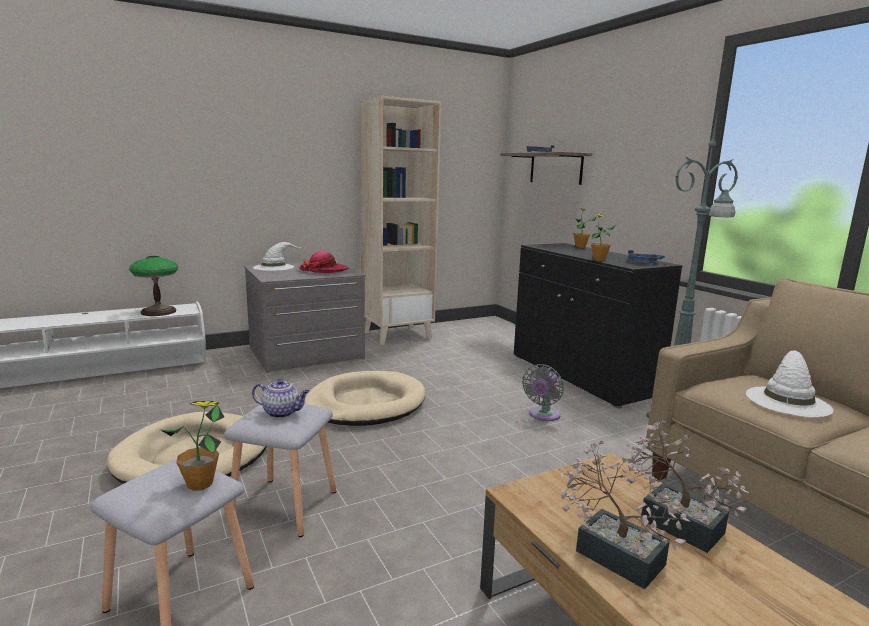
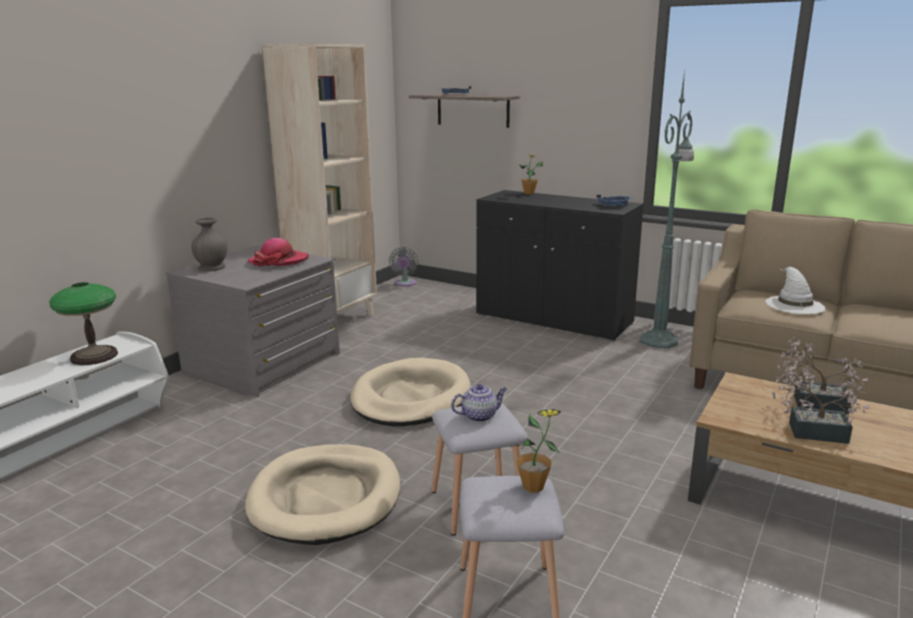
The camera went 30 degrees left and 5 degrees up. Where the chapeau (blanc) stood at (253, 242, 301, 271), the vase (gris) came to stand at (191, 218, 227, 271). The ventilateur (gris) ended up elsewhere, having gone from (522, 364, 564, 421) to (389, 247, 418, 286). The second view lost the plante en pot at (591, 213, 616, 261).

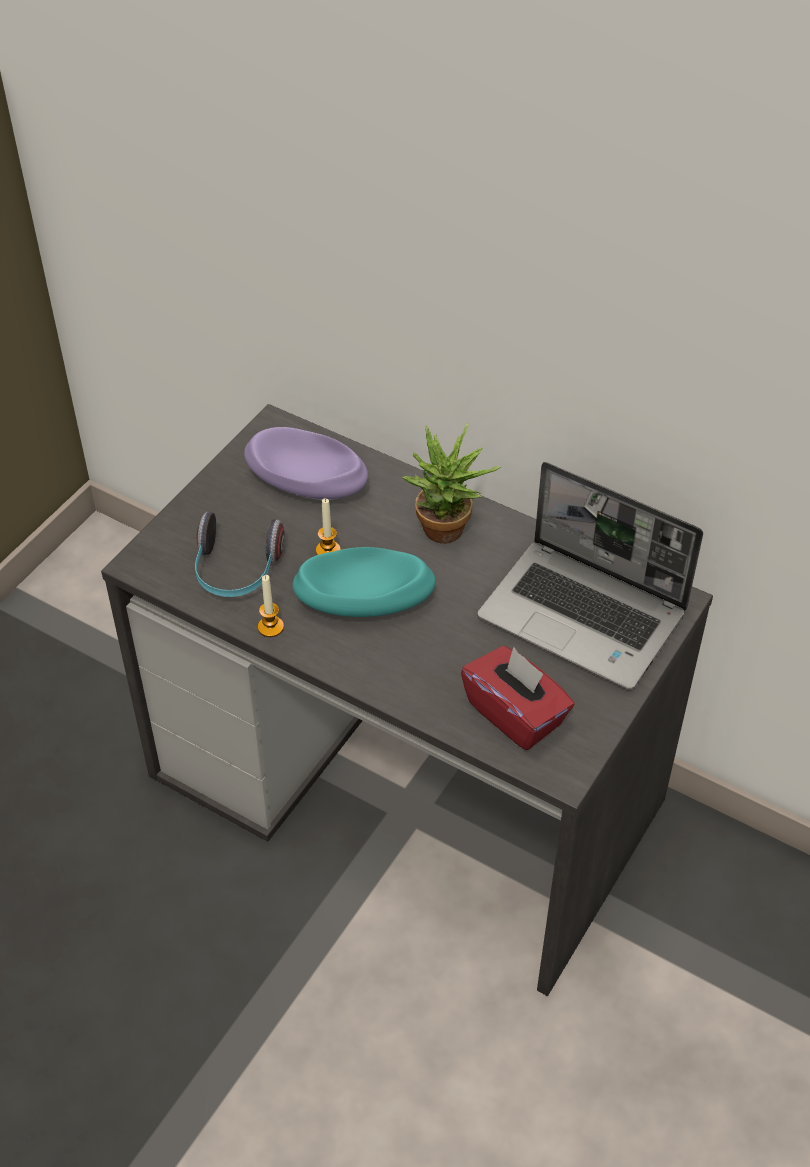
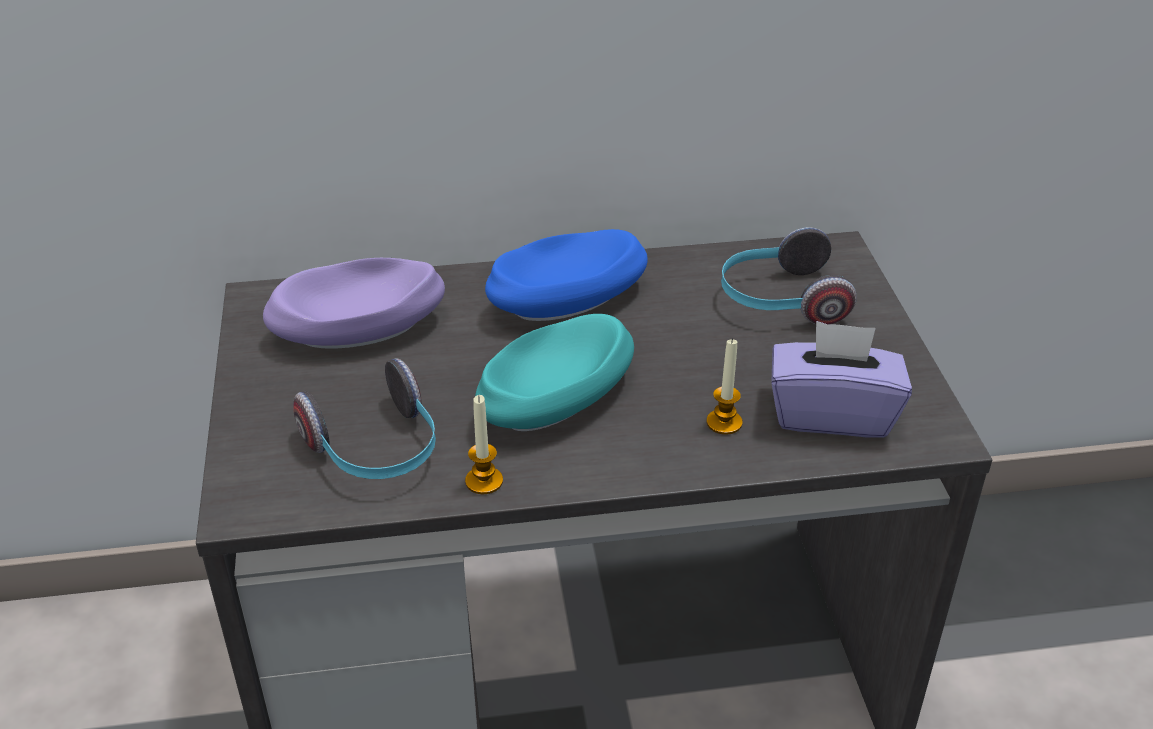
The camera went 40 degrees left and 10 degrees down. Where the plante en pot stood at (402, 423, 501, 544), the bol (bleu) came to stand at (485, 229, 648, 321). The bougie ended up elsewhere, having gone from (316, 499, 341, 555) to (707, 338, 742, 435). Where the ordinateur portable stood at (478, 462, 703, 689), the casque audio came to stand at (721, 227, 857, 325). What was the boîte à mouchoirs (rouge) at (461, 646, 574, 750) turned into the boîte à mouchoirs (violet) at (771, 321, 912, 438).

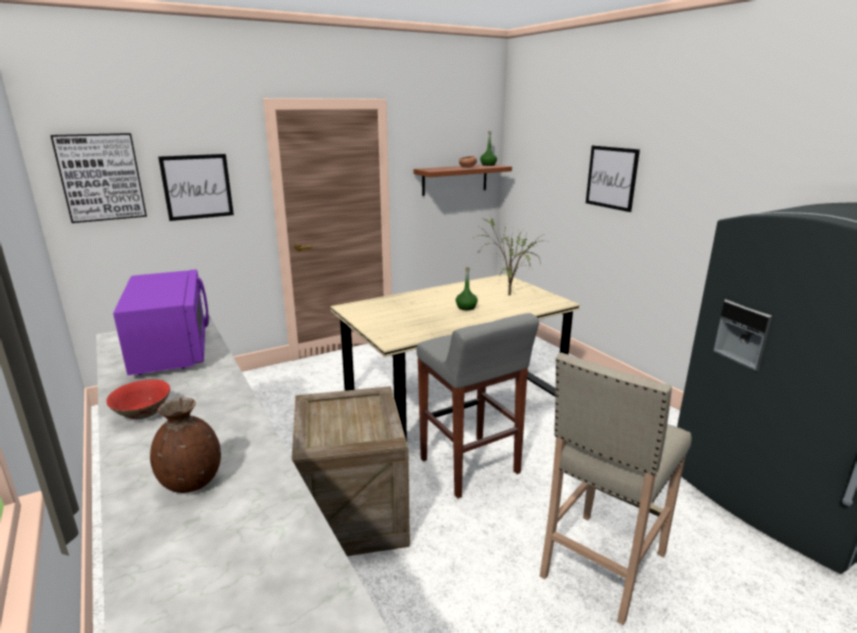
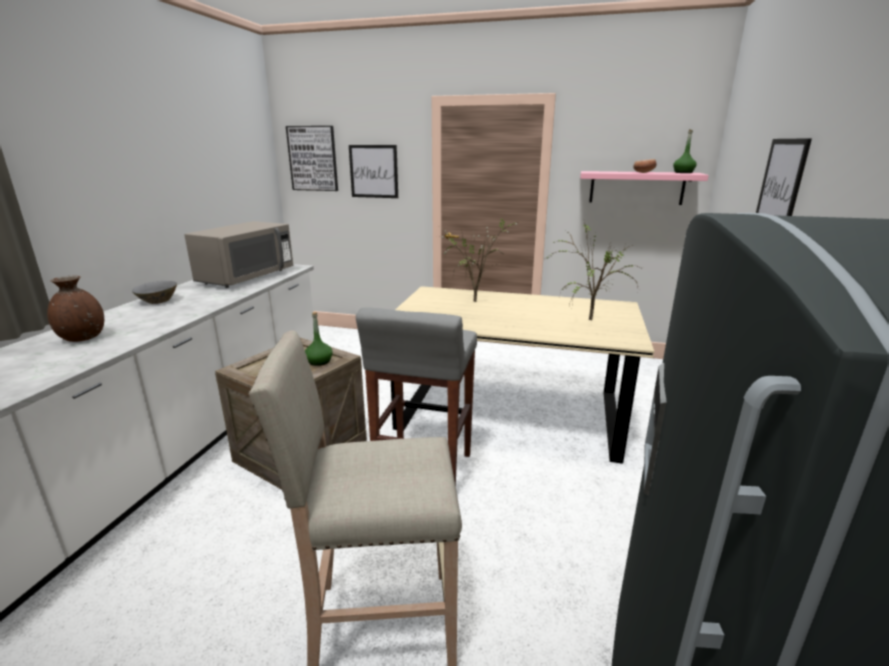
The camera went 45 degrees right and 0 degrees up. What was the bol (rouge) at (106, 379, 170, 419) turned into the bol (gris) at (132, 281, 177, 304). What was the micro-ondes (violet) at (113, 269, 209, 375) turned into the micro-ondes (gris) at (184, 221, 293, 288). The bouteille (vert) ended up elsewhere, having gone from (456, 267, 478, 310) to (305, 312, 333, 366). The second view gained the plante en pot at (439, 214, 518, 302). What was the étagère (marron) at (413, 164, 512, 196) turned into the étagère (rose) at (580, 171, 709, 205).

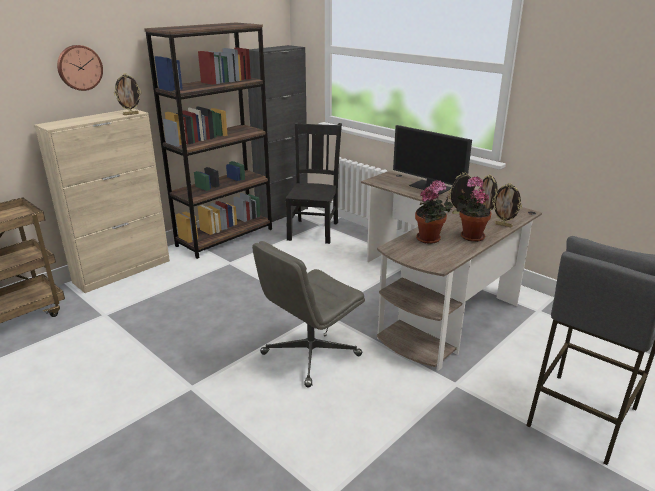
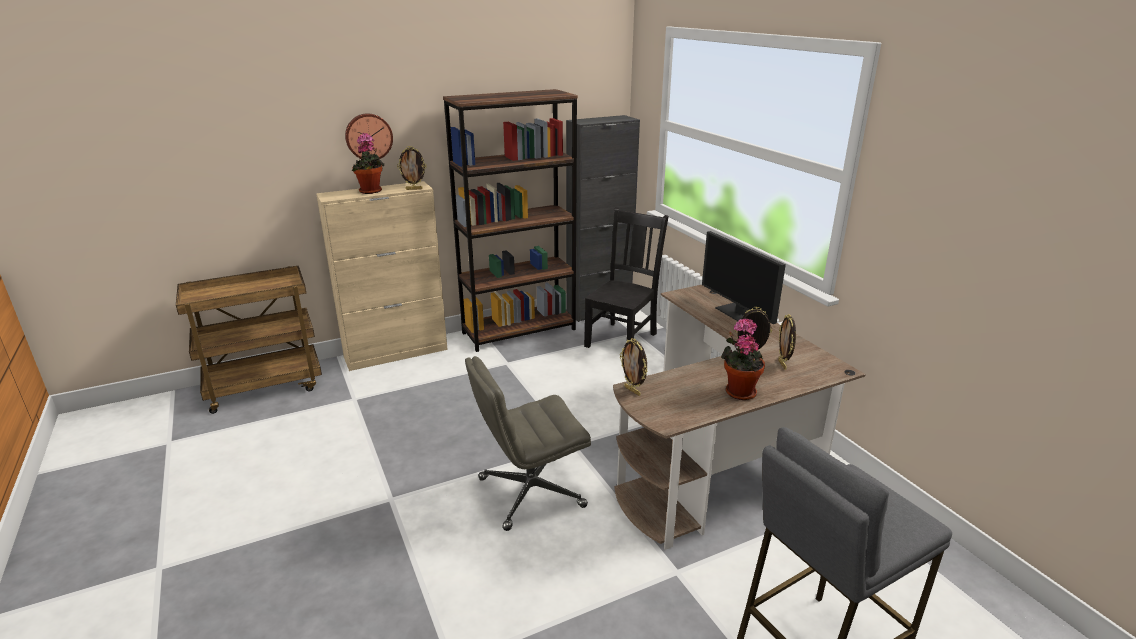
The camera went 20 degrees right and 0 degrees up. The plante en pot ended up elsewhere, having gone from (415, 180, 453, 244) to (352, 133, 384, 194). The cadre photo ended up elsewhere, having gone from (492, 183, 522, 227) to (620, 338, 647, 396).

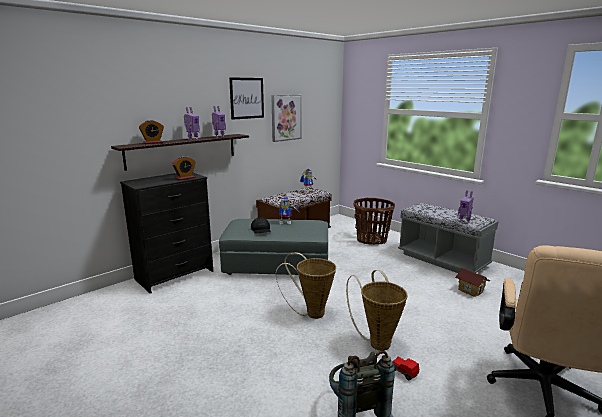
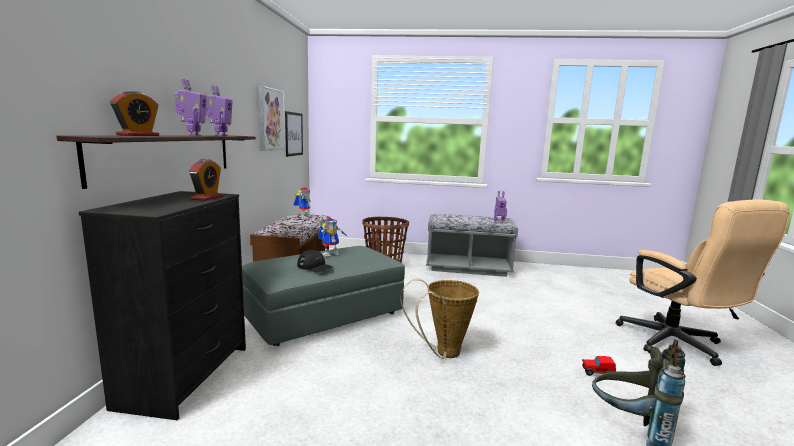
The camera went 40 degrees left and 5 degrees down. The tableau ended up elsewhere, having gone from (229, 77, 264, 120) to (285, 111, 303, 157). The second view lost the panier at (346, 270, 407, 351). The second view lost the maison miniature at (455, 268, 490, 297).

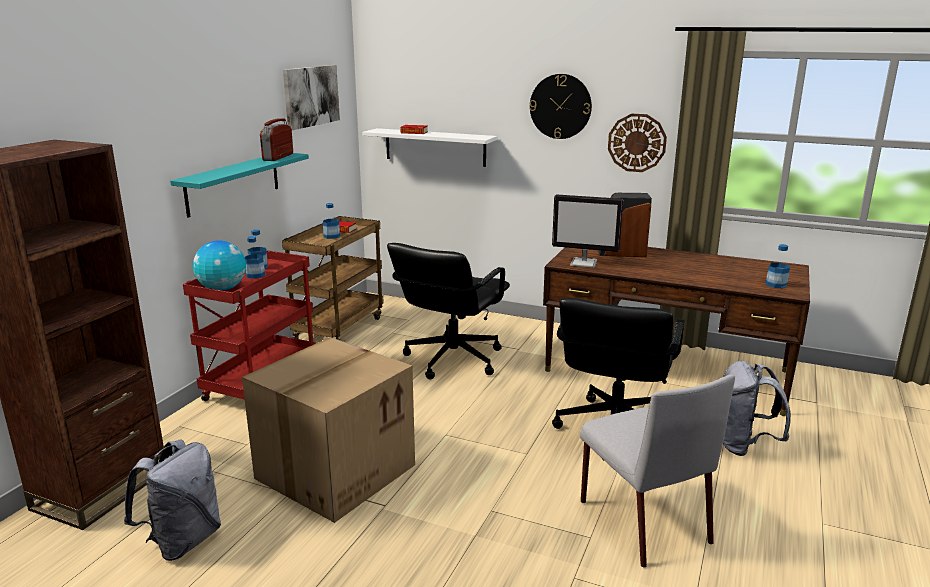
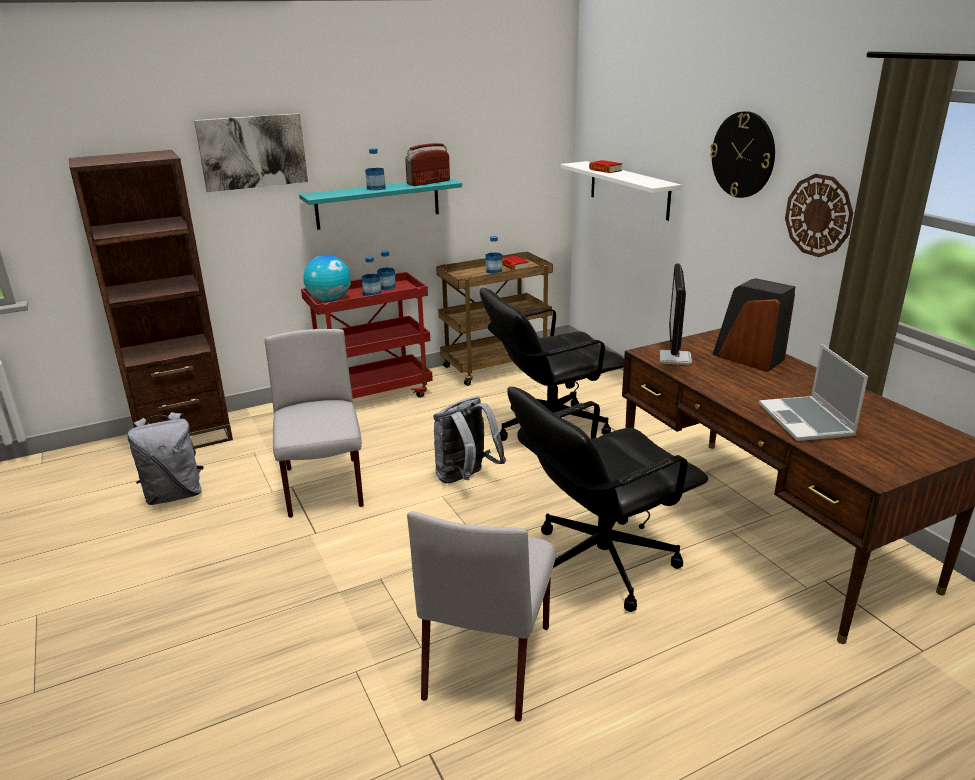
The camera went 40 degrees right and 5 degrees up. The tableau ended up elsewhere, having gone from (283, 65, 340, 130) to (194, 113, 308, 192). Where the carton stood at (242, 337, 415, 523), the chaise (gris) came to stand at (264, 329, 364, 518). The bouteille ended up elsewhere, having gone from (766, 244, 790, 288) to (365, 148, 386, 190). The sac à dos (gris) ended up elsewhere, having gone from (723, 361, 791, 456) to (433, 397, 506, 483). The écran d'ordinateur at (552, 194, 623, 268) ended up facing another way, 45 degrees clockwise from before. The second view gained the ordinateur portable at (759, 344, 868, 441).

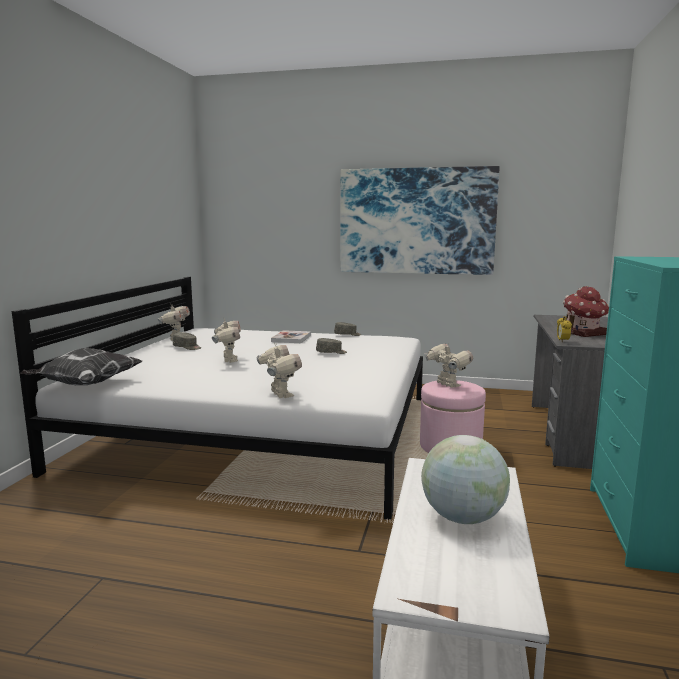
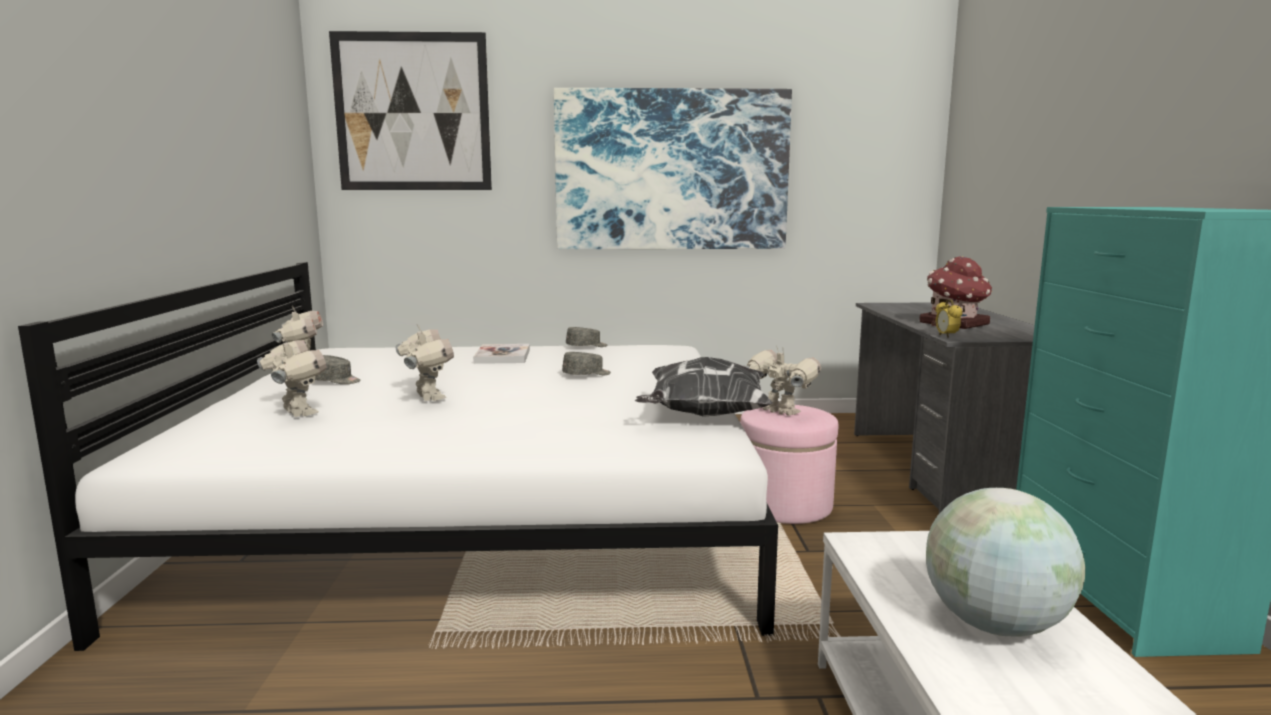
The camera went 15 degrees left and 0 degrees up. The robot jouet ended up elsewhere, having gone from (257, 343, 302, 398) to (257, 335, 327, 417). The second view gained the tableau at (329, 31, 492, 190). The coussin ended up elsewhere, having gone from (20, 348, 142, 385) to (635, 357, 773, 417).

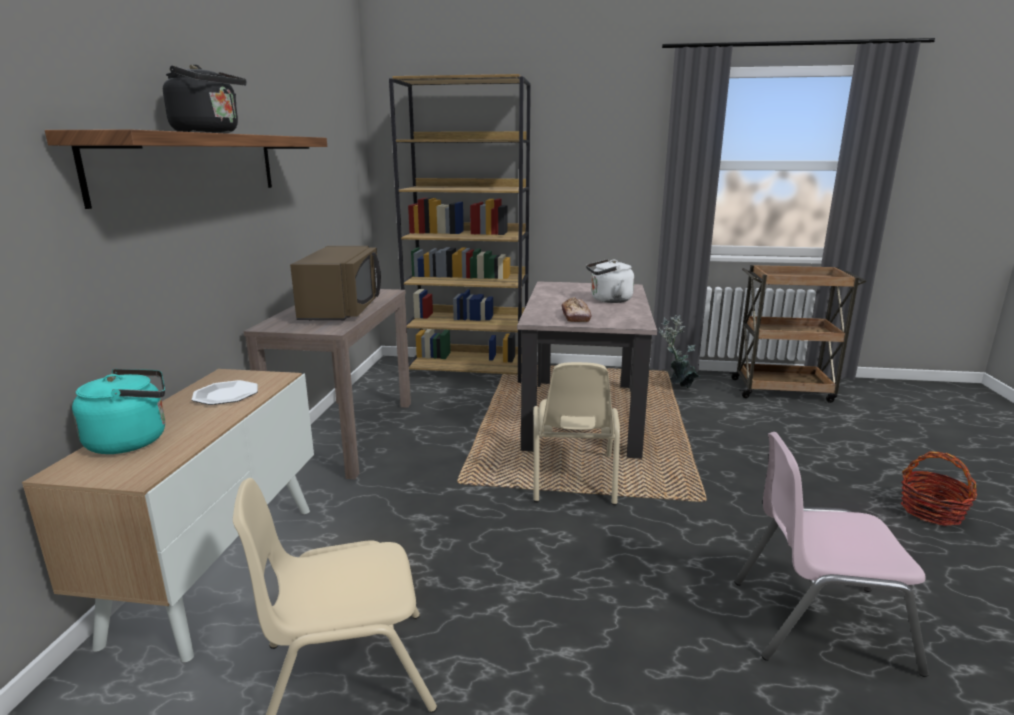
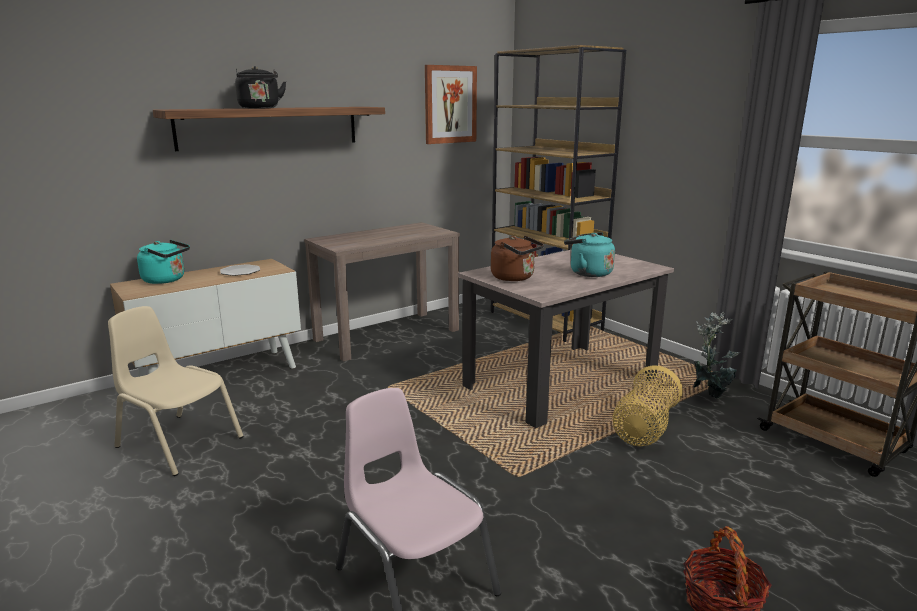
The camera went 45 degrees right and 0 degrees up. The second view gained the tableau at (425, 65, 477, 144). Where the pain stood at (561, 297, 592, 322), the bouilloire (marron) came to stand at (491, 236, 544, 281). What was the bouilloire (blanc) at (586, 259, 634, 303) turned into the bouilloire (turquoise) at (564, 232, 615, 277). The second view gained the panier at (613, 365, 683, 446). The second view lost the micro-ondes (marron) at (290, 246, 381, 321). The second view lost the chaise (beige) at (533, 362, 620, 505).

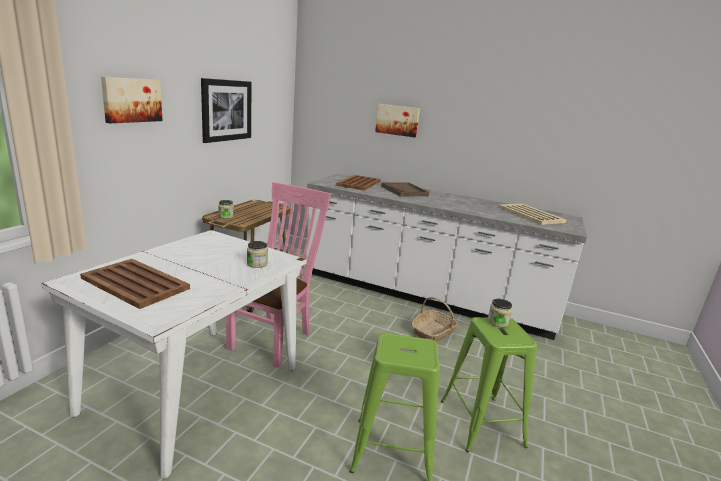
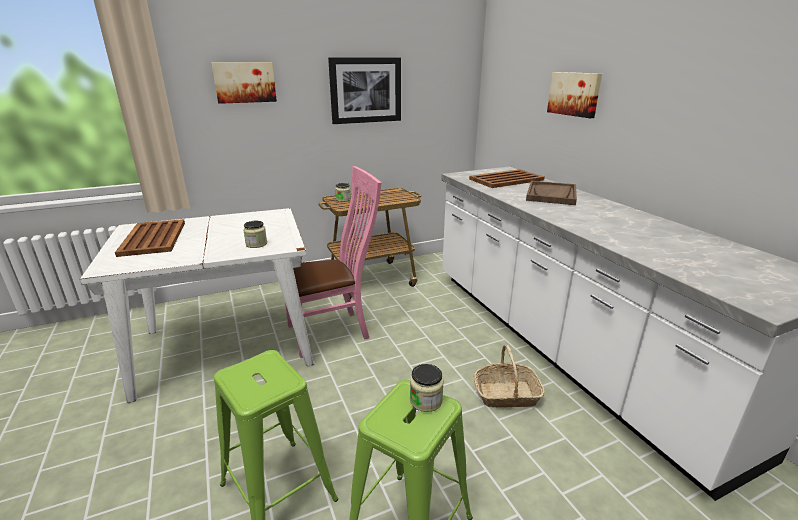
The camera went 45 degrees right and 5 degrees up. The second view lost the plateau (beige) at (498, 204, 566, 225).

